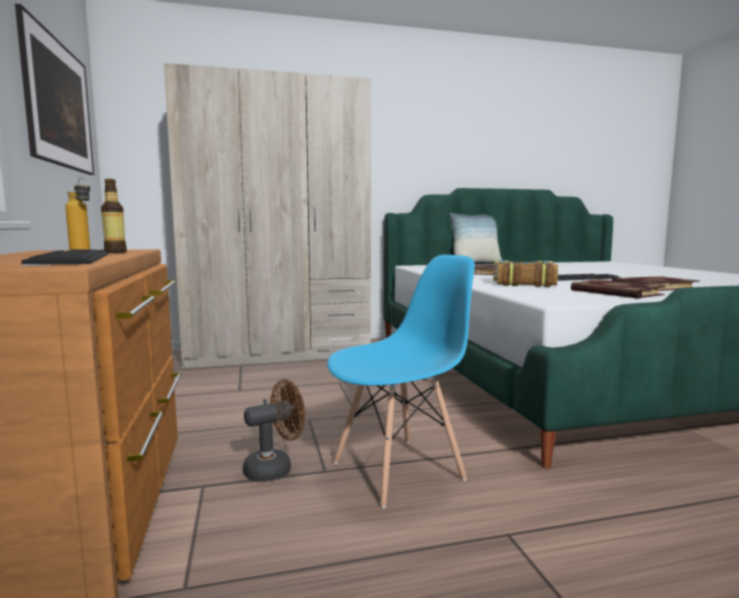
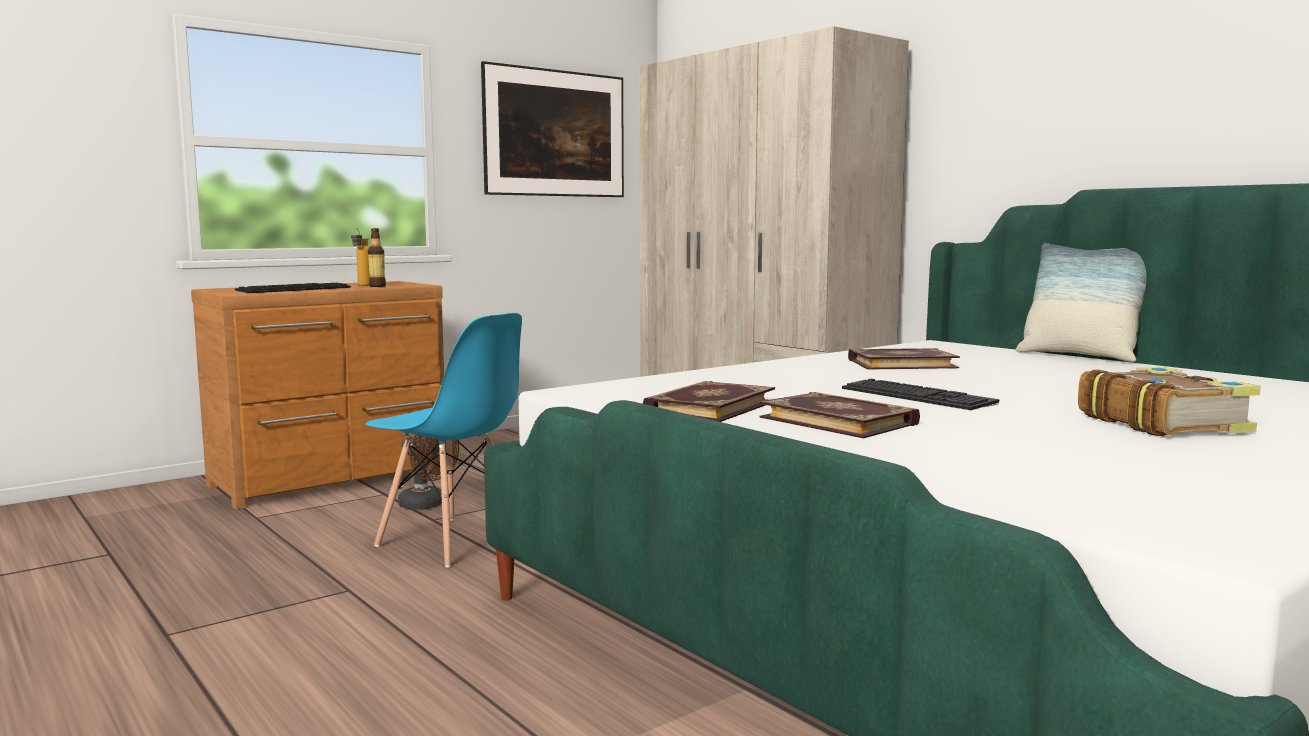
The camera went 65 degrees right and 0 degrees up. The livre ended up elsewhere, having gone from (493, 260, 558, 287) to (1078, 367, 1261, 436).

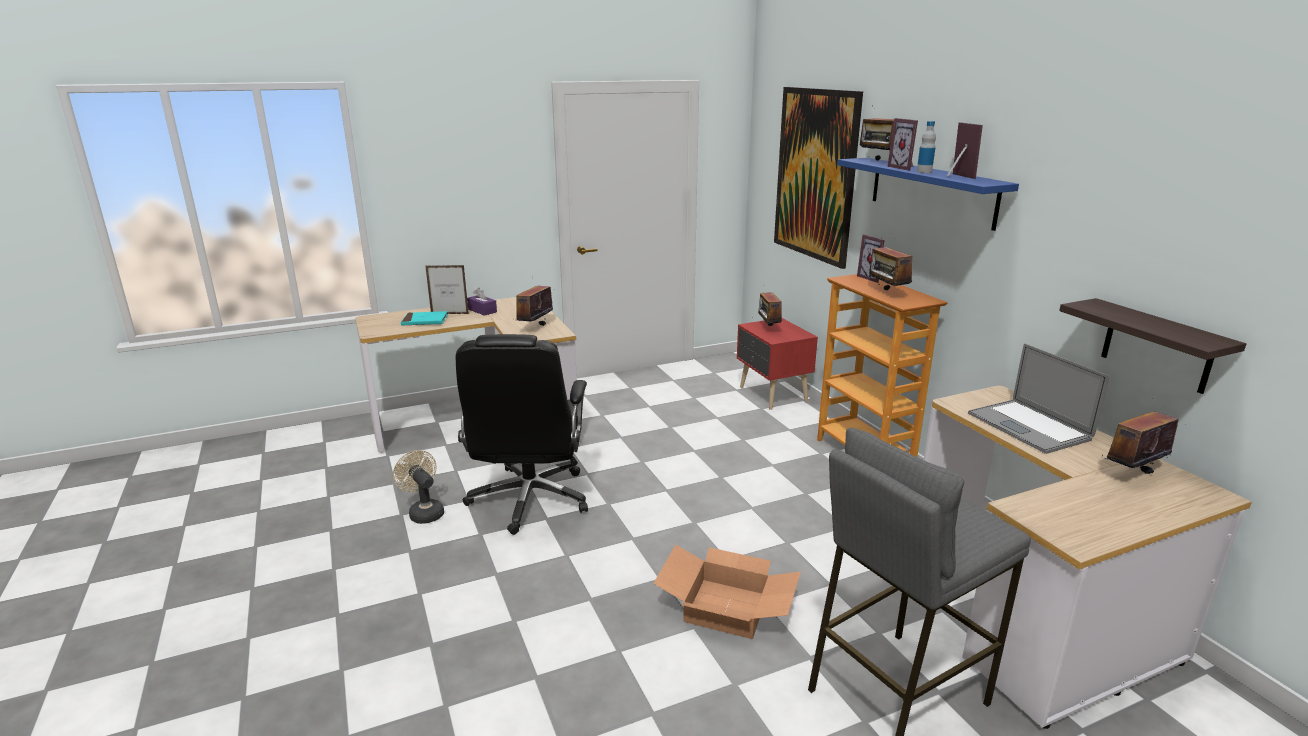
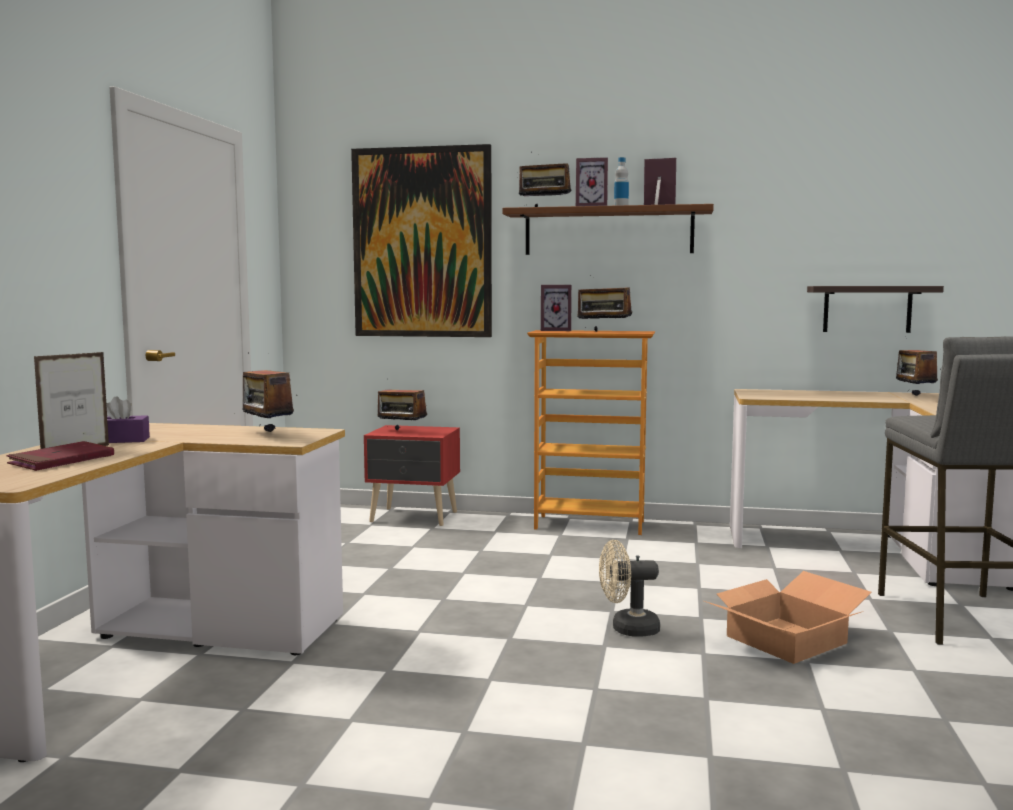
The camera went 55 degrees left and 15 degrees down. What was the livre (turquoise) at (401, 311, 448, 326) turned into the livre (rouge) at (6, 441, 114, 471). What was the étagère (bleu) at (837, 158, 1019, 231) turned into the étagère (marron) at (502, 204, 714, 255). The ventilateur (beige) ended up elsewhere, having gone from (393, 450, 444, 524) to (599, 540, 660, 636). The second view lost the chaise de bureau (noir) at (456, 334, 588, 535). The second view lost the ordinateur portable at (968, 344, 1109, 454).

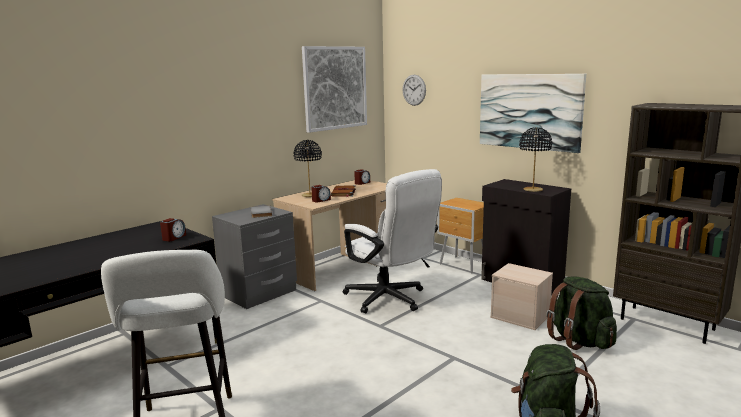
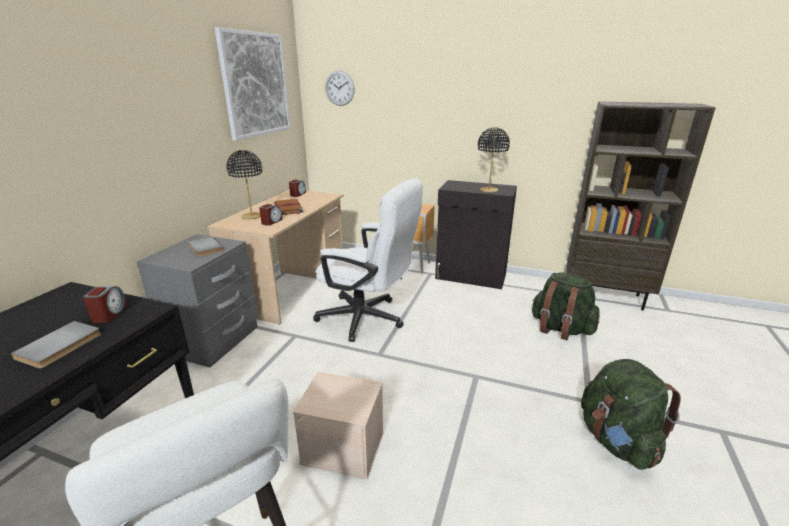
The camera went 25 degrees left and 10 degrees up. The second view gained the livre (gris) at (10, 321, 101, 369). The boîte de rangement (beige) ended up elsewhere, having gone from (490, 263, 553, 330) to (293, 372, 383, 480). The second view lost the tableau at (480, 74, 586, 153).

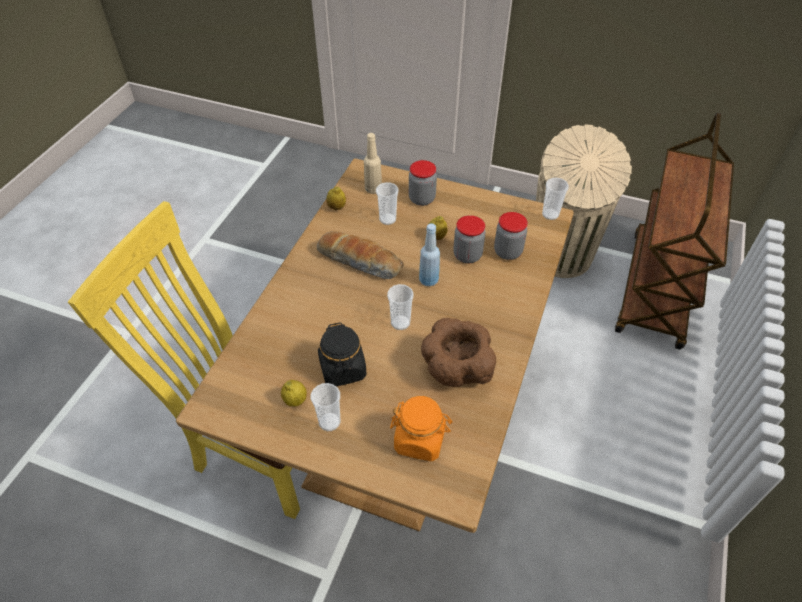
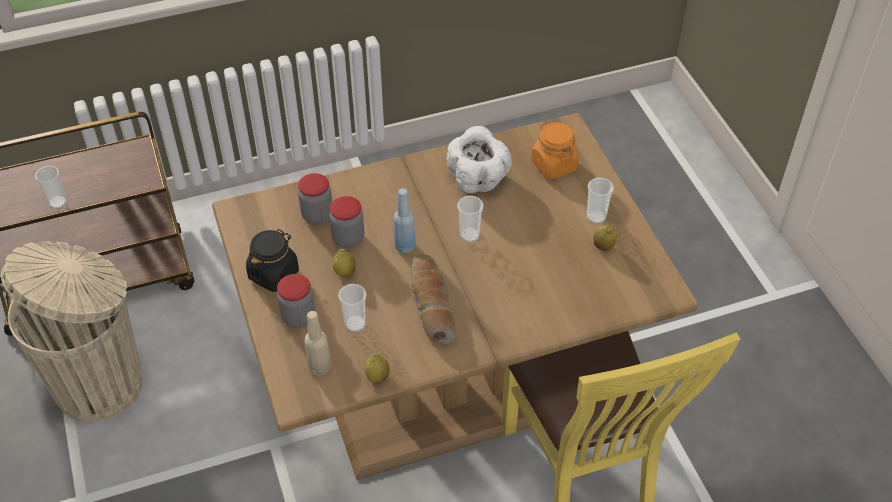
The camera went 130 degrees left and 0 degrees up. The tasse ended up elsewhere, having gone from (542, 178, 569, 220) to (35, 166, 67, 209). The bocal (noir) ended up elsewhere, having gone from (318, 322, 366, 386) to (246, 229, 299, 292). What was the bol (marron) at (421, 318, 496, 387) turned into the bol (blanc) at (447, 126, 512, 193).

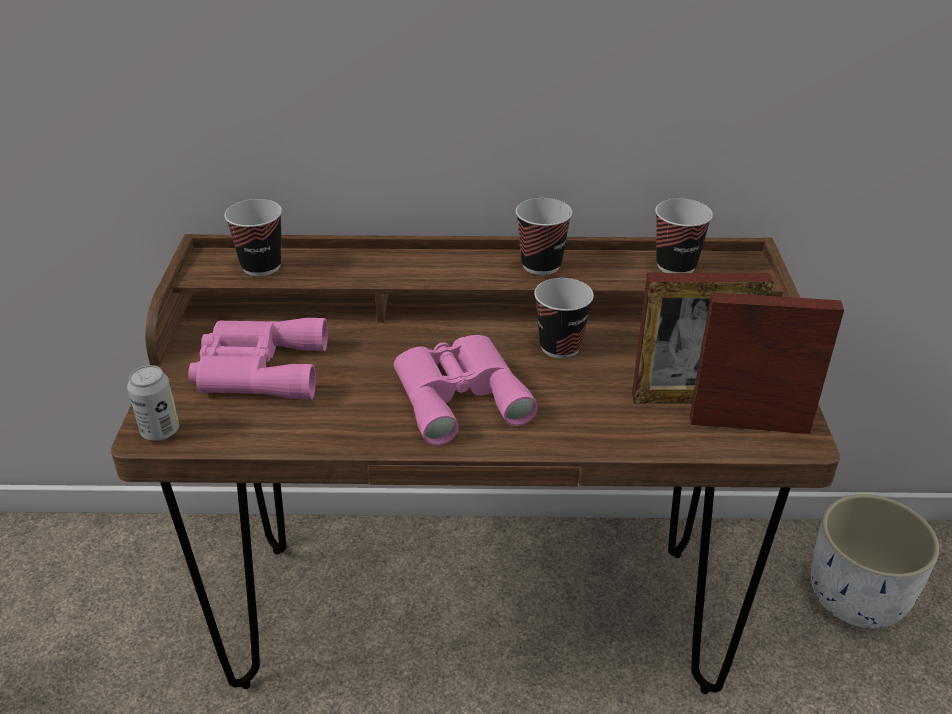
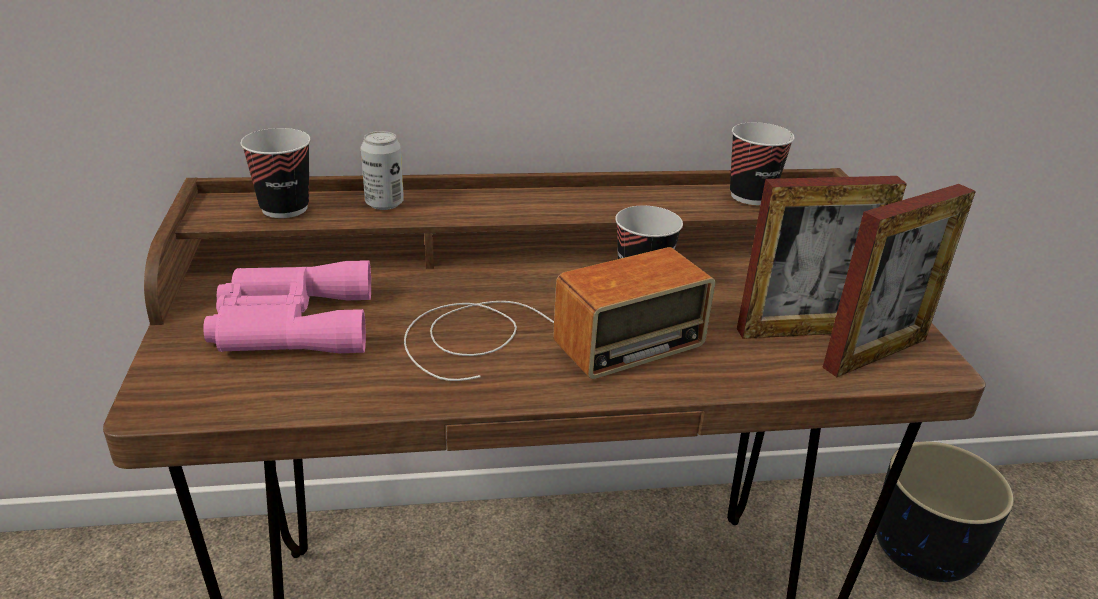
The camera went 10 degrees left and 5 degrees down. The boîte métallique ended up elsewhere, having gone from (127, 365, 179, 441) to (361, 131, 404, 210). Where the jumelles (rose) stood at (394, 335, 538, 446), the radio came to stand at (404, 247, 715, 381). The cadre photo at (690, 292, 844, 434) ended up facing another way, 150 degrees clockwise from before. What was the cache-pot (blanc) at (811, 494, 939, 628) turned into the cache-pot (noir) at (876, 441, 1014, 582). The second view lost the tasse at (516, 198, 572, 275).

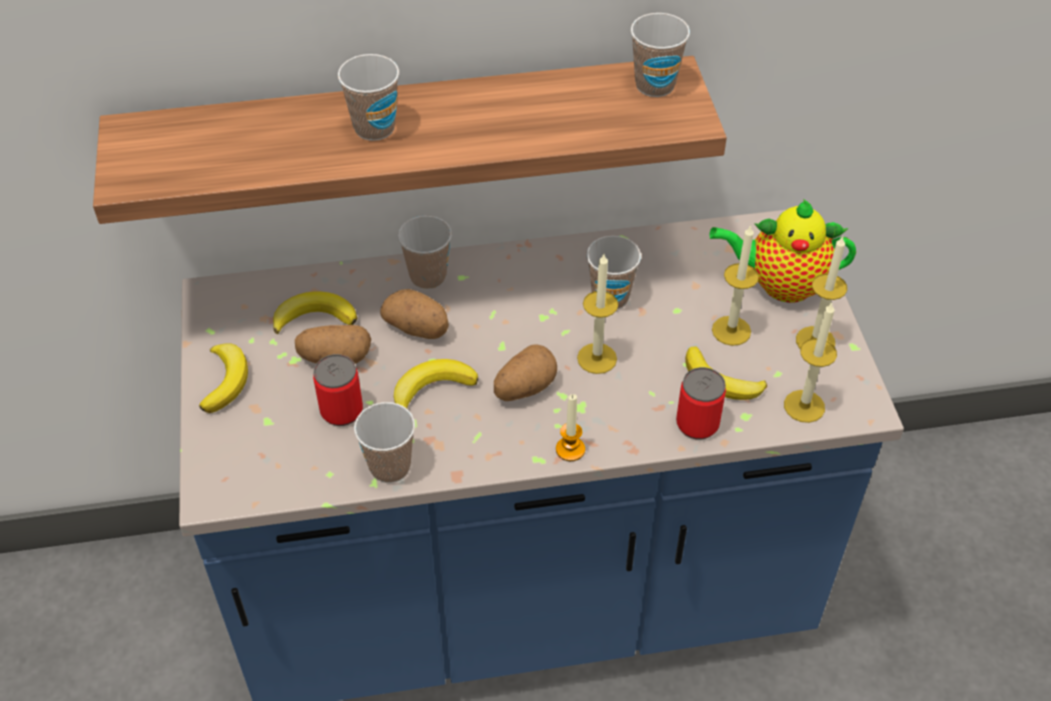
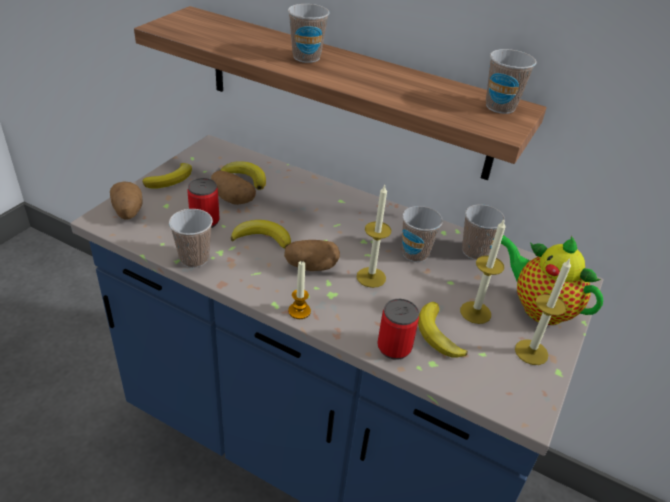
The camera went 35 degrees right and 10 degrees down. The pomme de terre ended up elsewhere, having gone from (380, 289, 449, 339) to (110, 182, 143, 220). The tasse ended up elsewhere, having gone from (398, 216, 452, 290) to (462, 204, 505, 260). The second view lost the bougie at (784, 302, 837, 423).

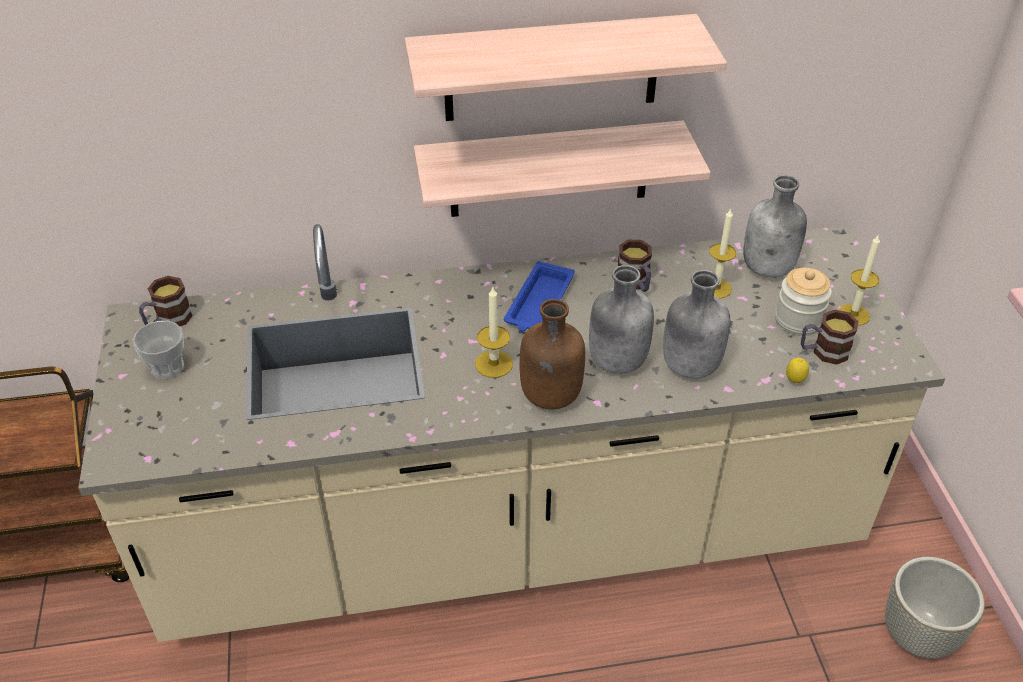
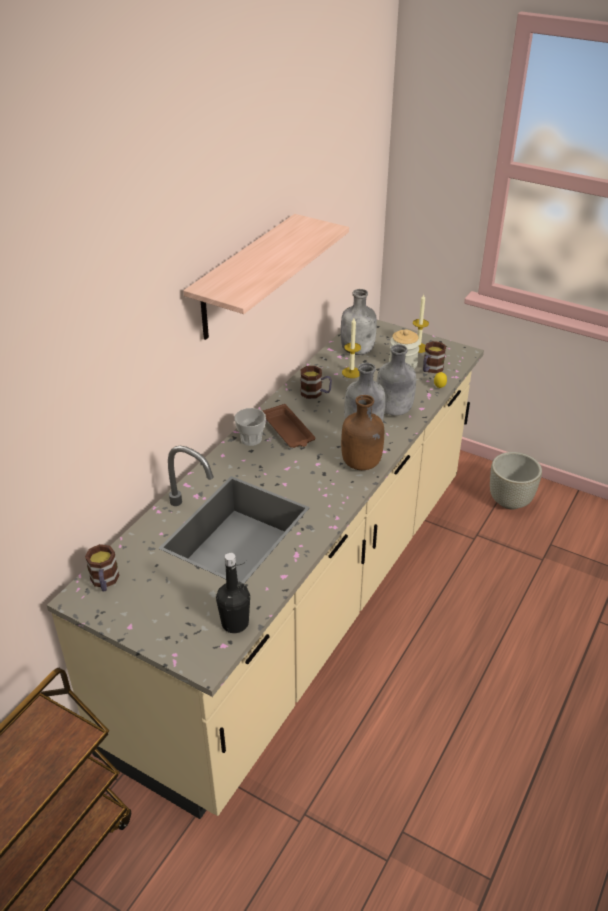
The camera went 50 degrees left and 5 degrees down. The second view gained the bouteille (noir) at (216, 553, 250, 633). The tasse ended up elsewhere, having gone from (132, 321, 184, 379) to (234, 408, 266, 446). What was the plateau (bleu) at (504, 261, 575, 331) turned into the plateau (marron) at (263, 404, 315, 448). The second view lost the étagère at (414, 121, 711, 217). The second view lost the bougie at (475, 287, 513, 378).

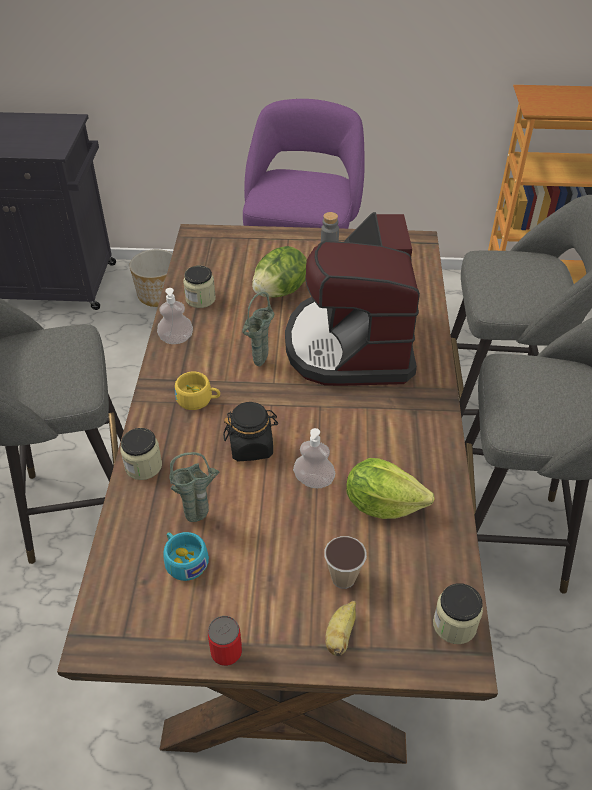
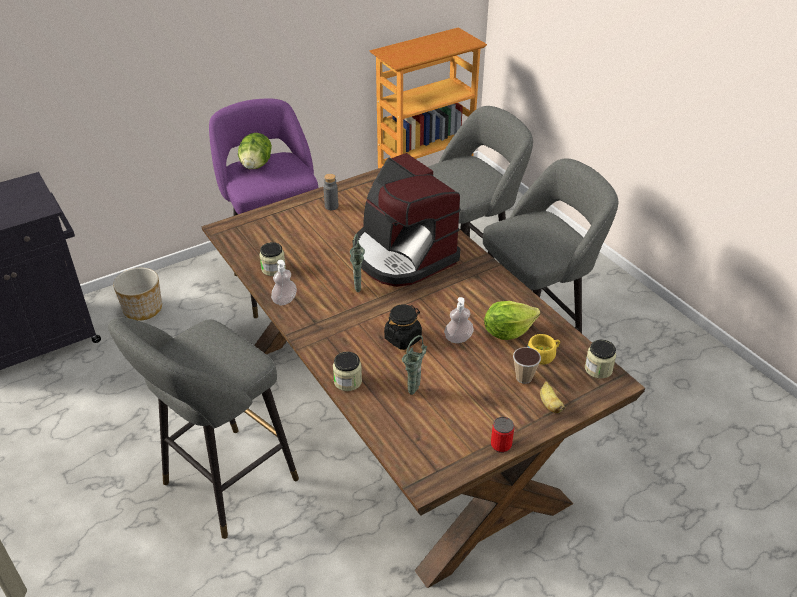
The camera went 35 degrees left and 5 degrees down. The laitue ended up elsewhere, having gone from (252, 246, 307, 298) to (238, 133, 272, 169). The tasse (jaune) ended up elsewhere, having gone from (175, 372, 220, 410) to (527, 334, 560, 365). The second view lost the tasse (turquoise) at (164, 532, 209, 581).

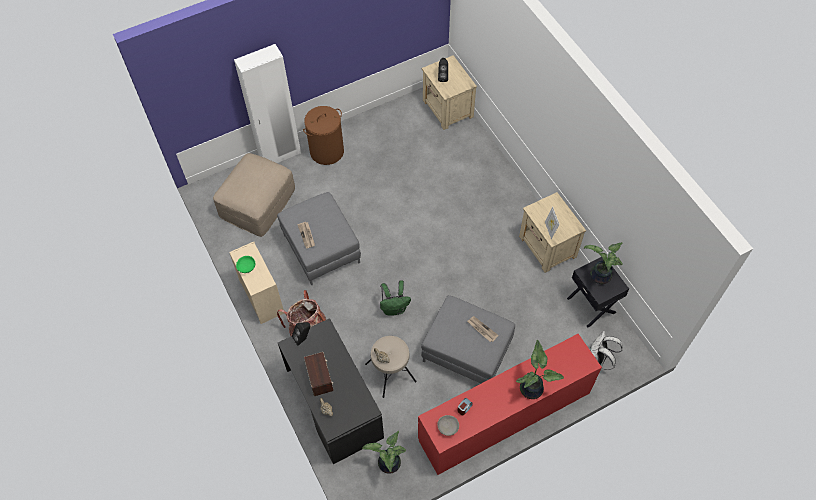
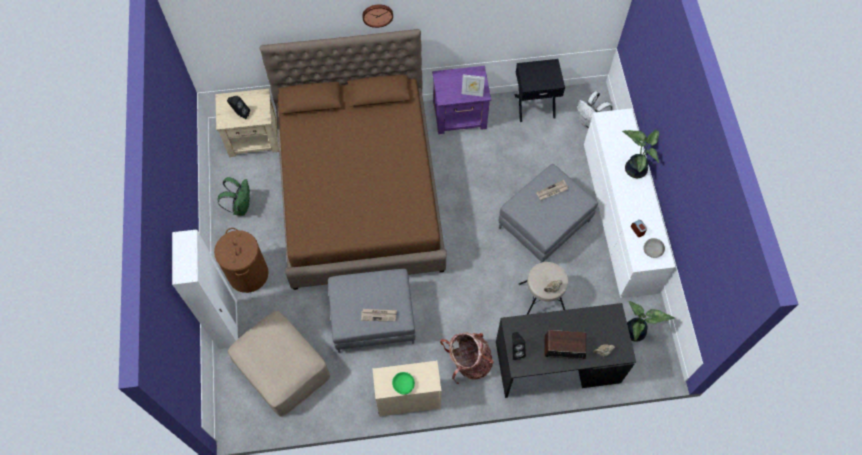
The camera went 70 degrees left and 5 degrees up. The sac à dos (vert) ended up elsewhere, having gone from (380, 280, 411, 316) to (218, 177, 250, 216). The second view gained the lit (marron) at (259, 29, 447, 290). The second view gained the horloge murale at (362, 4, 393, 28). What was the table de chevet (beige) at (519, 192, 586, 273) turned into the table de chevet (violet) at (432, 66, 491, 134). What was the commode (rouge) at (418, 334, 602, 475) turned into the commode (blanc) at (584, 108, 675, 298). The second view lost the plante en pot at (584, 242, 622, 284).

